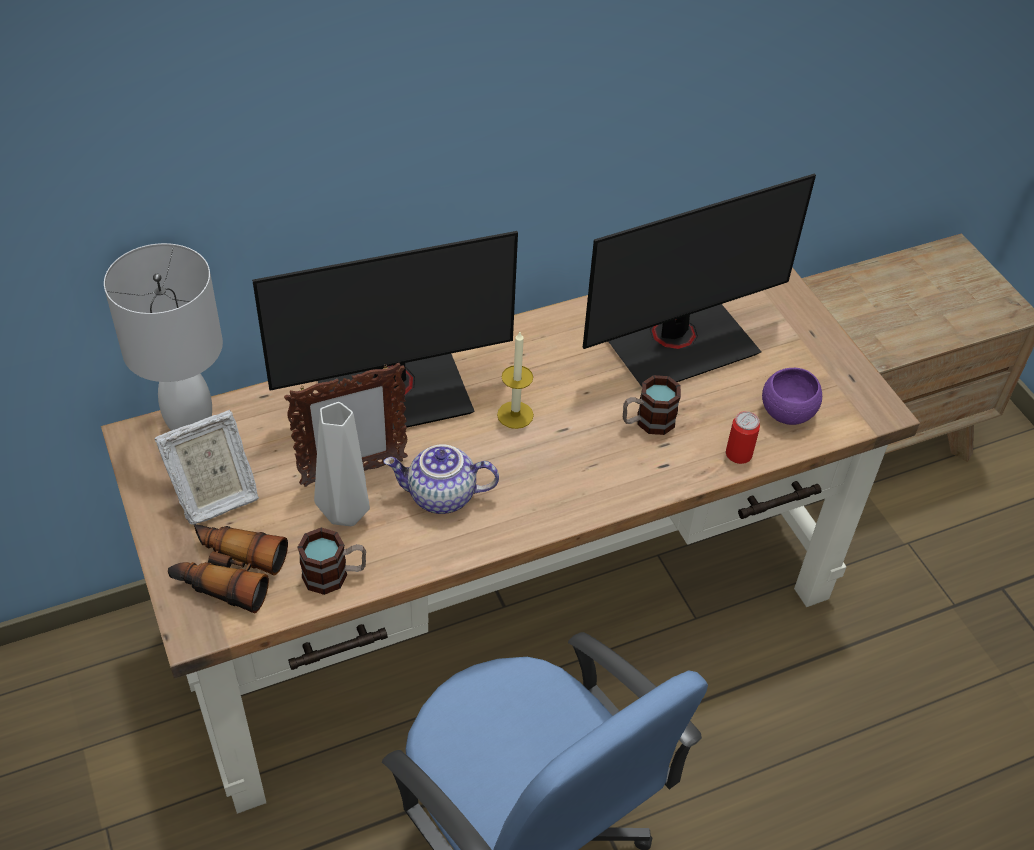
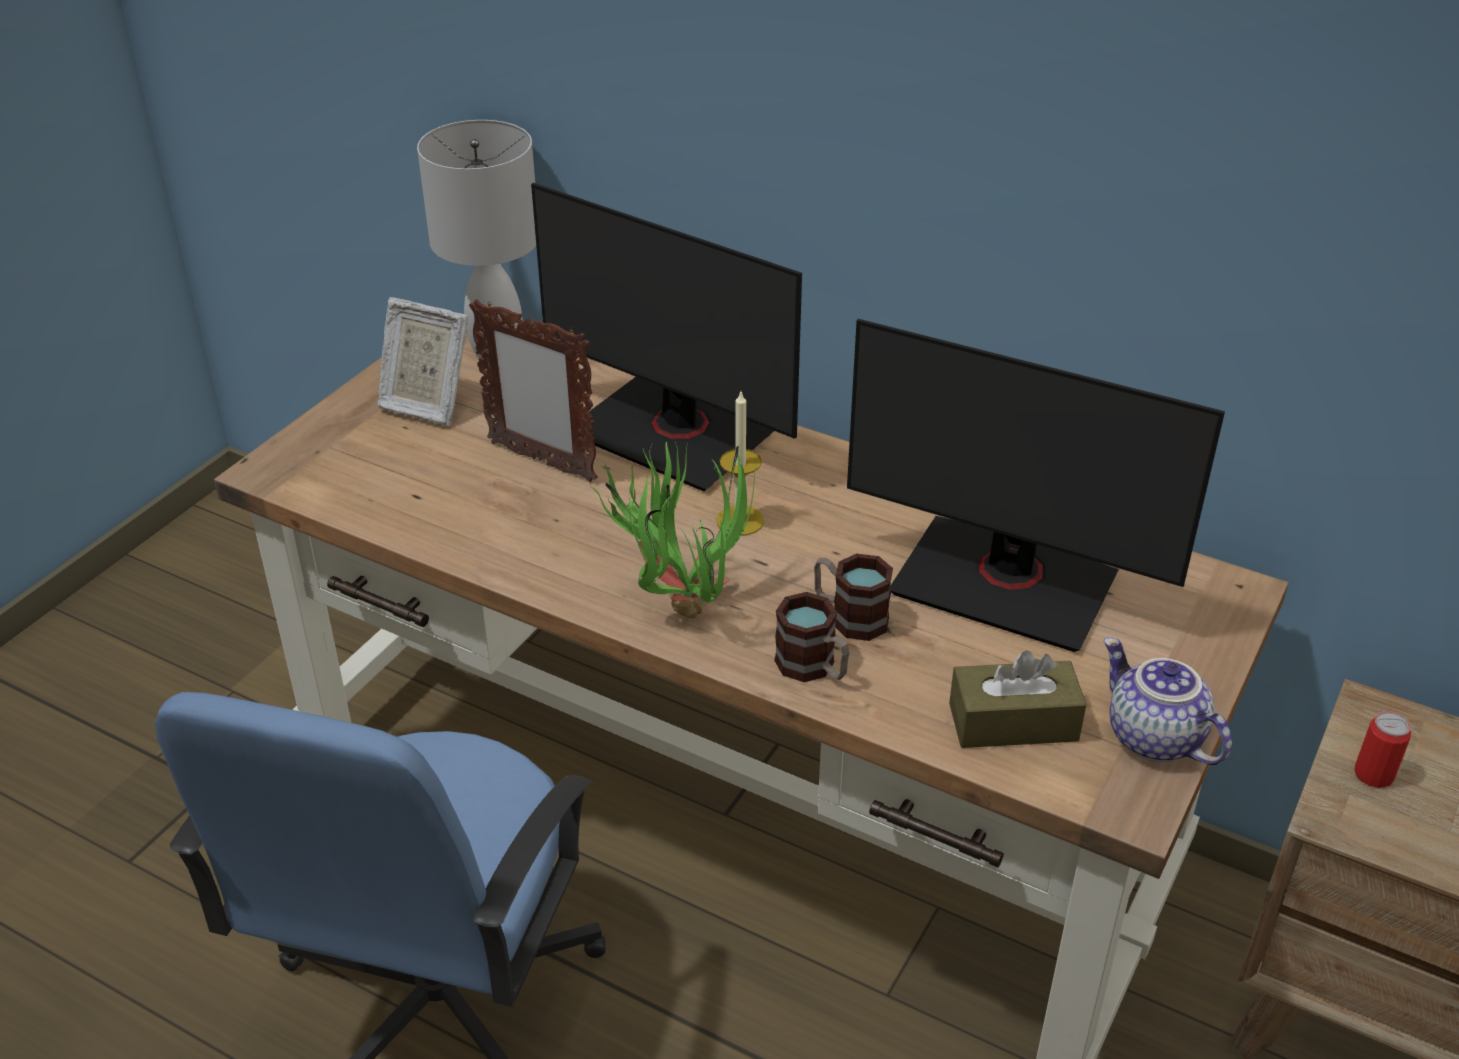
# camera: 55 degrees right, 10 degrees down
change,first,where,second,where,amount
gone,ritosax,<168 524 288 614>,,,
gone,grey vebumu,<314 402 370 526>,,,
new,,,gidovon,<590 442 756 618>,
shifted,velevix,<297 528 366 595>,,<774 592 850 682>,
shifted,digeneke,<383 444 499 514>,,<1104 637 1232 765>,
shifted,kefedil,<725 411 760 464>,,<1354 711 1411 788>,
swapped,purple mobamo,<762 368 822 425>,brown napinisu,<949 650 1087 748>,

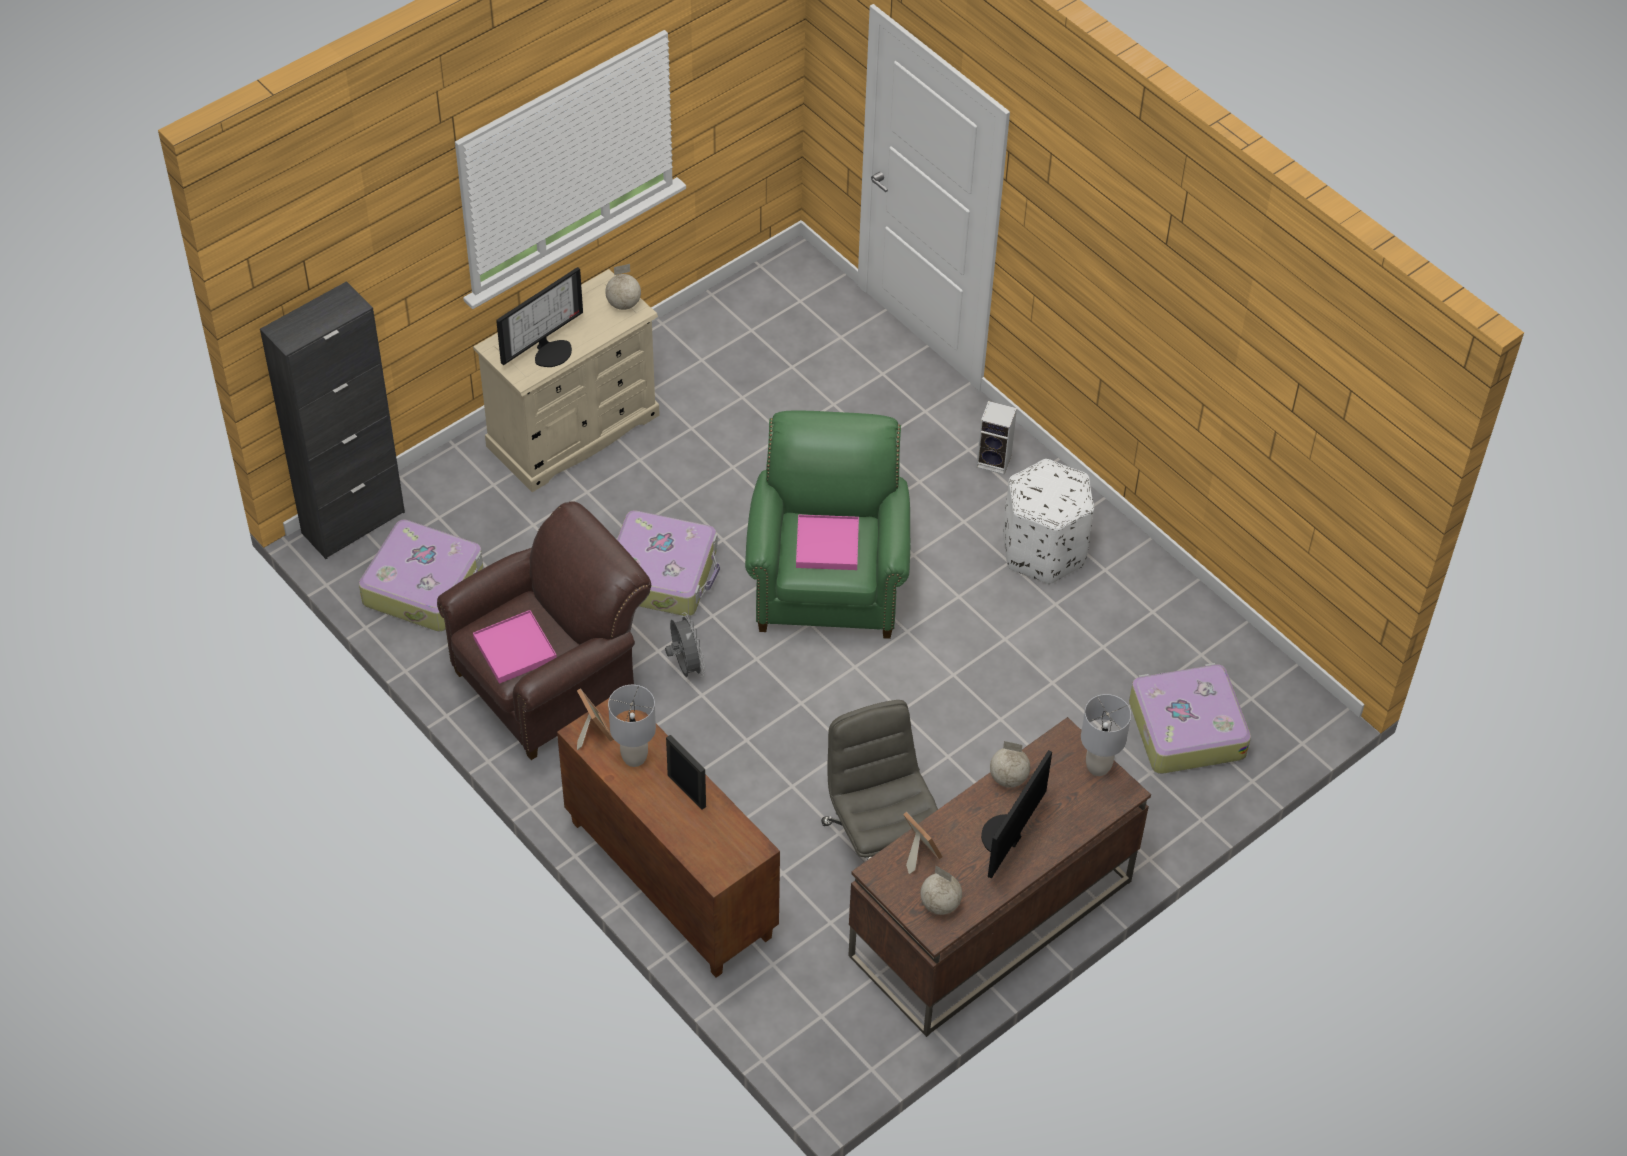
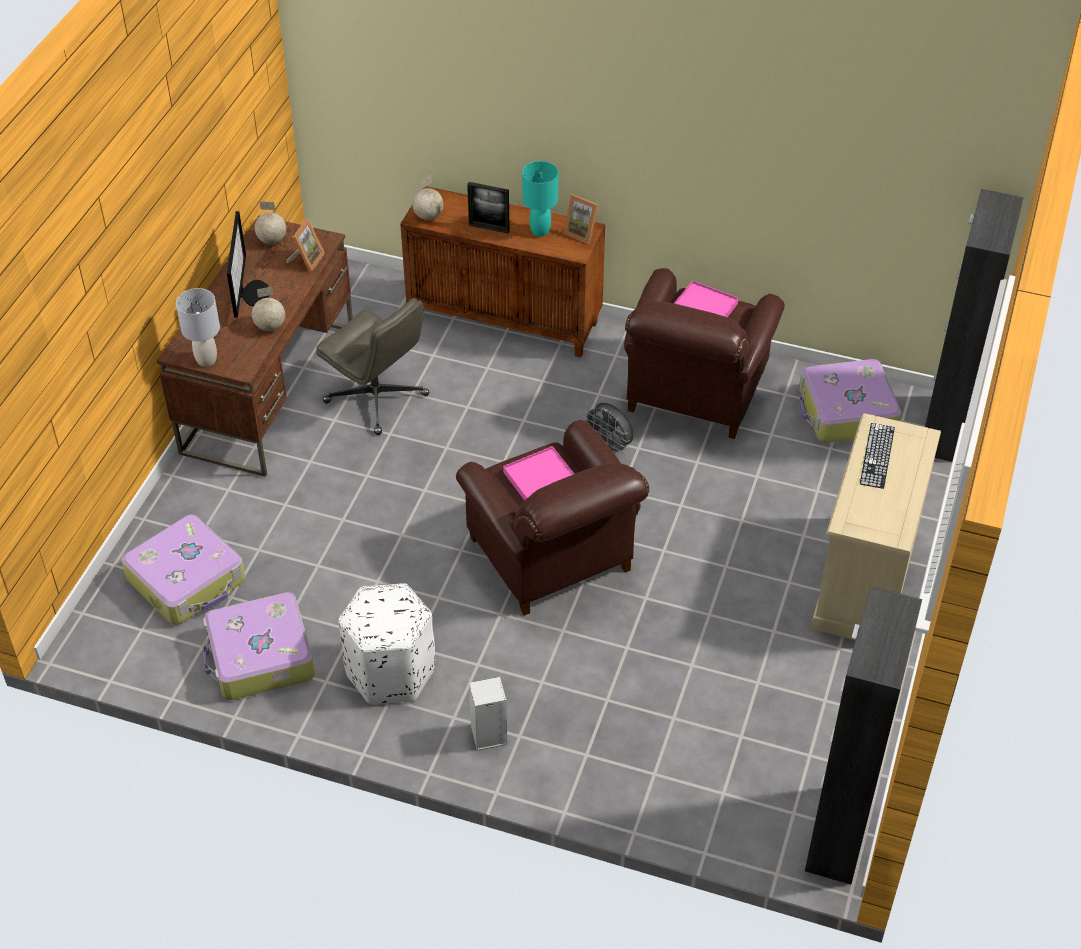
# camera: 150 degrees right, 5 degrees down
change,first,where,second,where,amount
new,,,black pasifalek,<805 586 922 884>,
shifted,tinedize,<605 264 641 310>,,<412 175 443 220>,
shifted,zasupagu,<617 510 720 616>,,<203 592 315 700>,
swapped,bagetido,<496 267 583 367>,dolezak,<860 423 895 489>,
repainted,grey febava,<608 685 656 767>,turquoise febava,<522 161 558 237>,
repainted,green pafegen,<745 410 910 639>,brown pafegen,<456 420 649 616>,
rotated,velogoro,<903 812 943 874>,,<286 219 325 272>,90 degrees counterclockwise

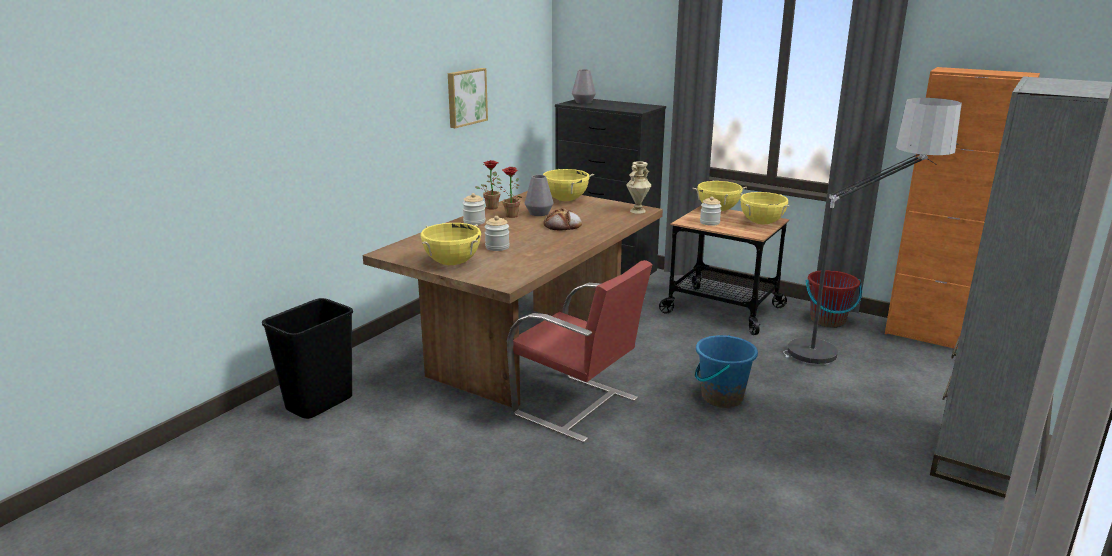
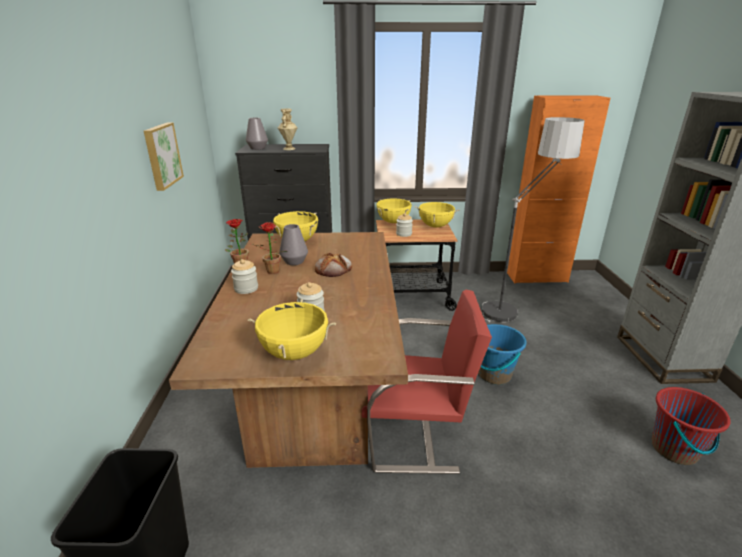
# camera: 35 degrees left, 5 degrees up
change,first,where,second,where,amount
shifted,beige vebumu,<626 161 651 214>,,<278 108 298 150>,
shifted,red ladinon,<806 270 862 328>,,<651 387 731 465>,

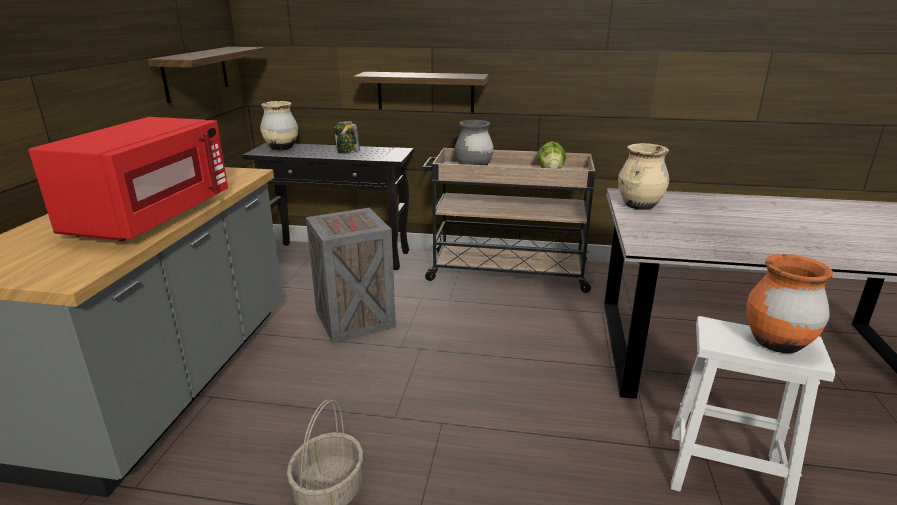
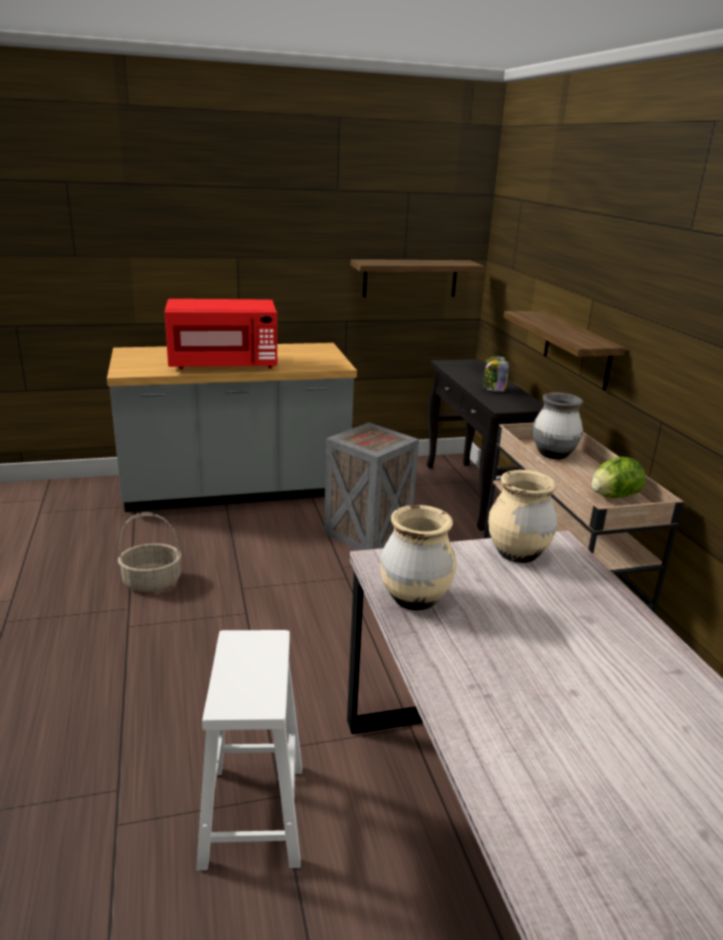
# camera: 65 degrees right, 0 degrees up
change,first,where,second,where,amount
gone,orange vebumu,<746 254 833 353>,,,
shifted,beige vebumu,<260 101 298 150>,,<380 505 456 610>,

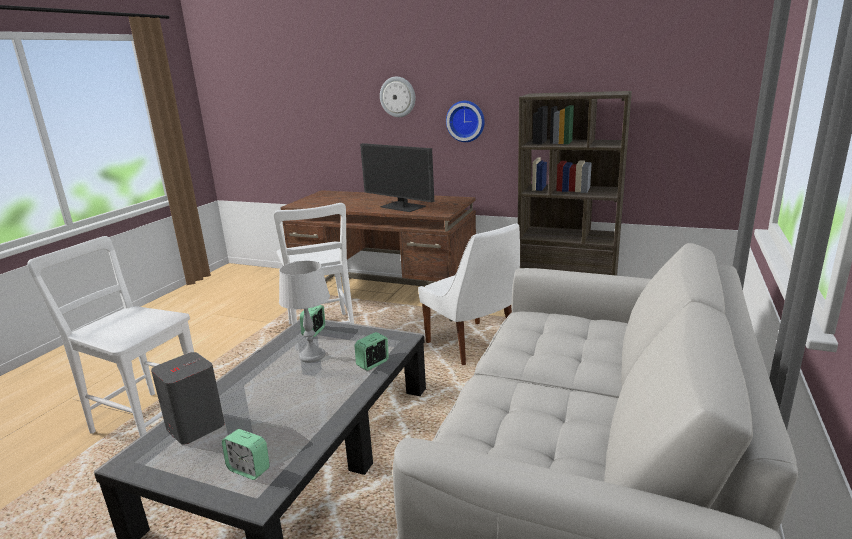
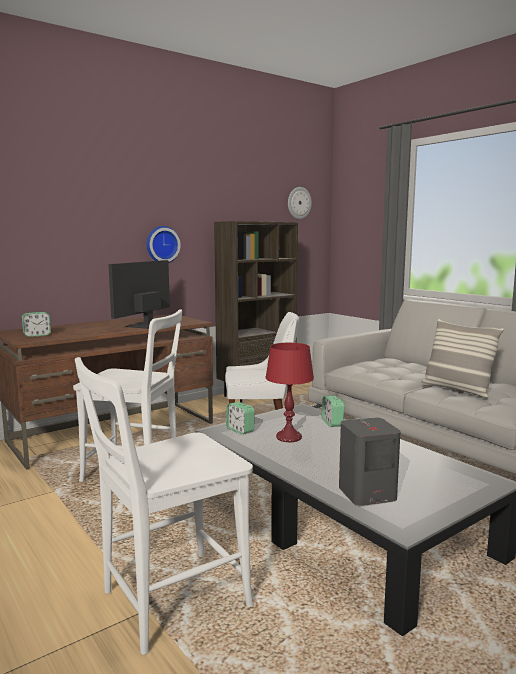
# camera: 60 degrees left, 10 degrees down
change,first,where,second,where,amount
new,,,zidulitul,<421 319 504 398>,
shifted,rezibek,<222 429 270 480>,,<22 312 51 337>,
shifted,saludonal,<380 77 415 117>,,<288 187 312 219>,
repainted,grey febava,<279 261 330 363>,red febava,<265 343 314 442>,
rotated,bagetido,<360 143 434 212>,,<108 260 170 329>,135 degrees clockwise

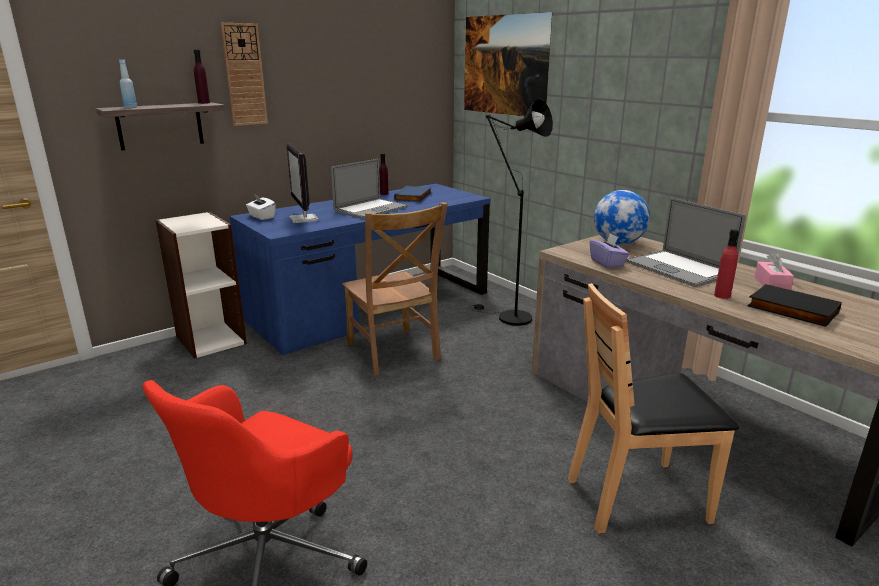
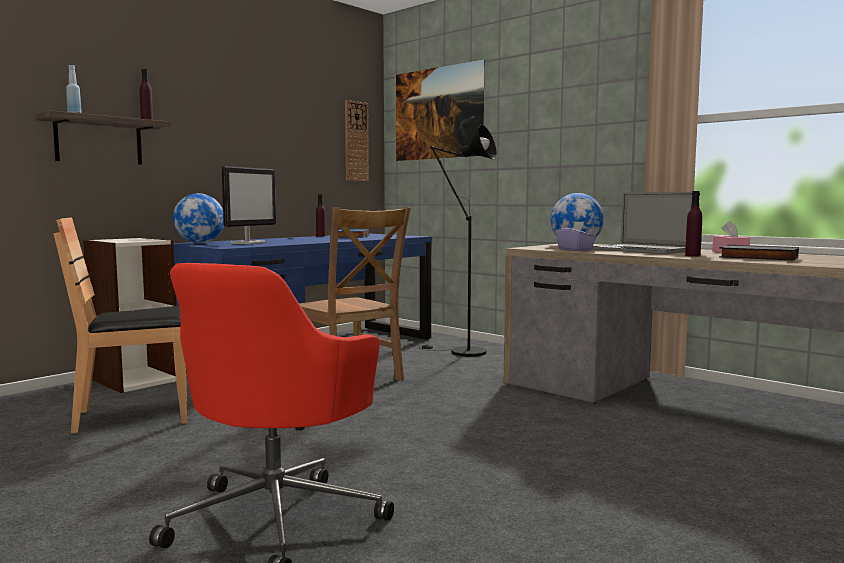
# camera: 10 degrees left, 15 degrees down
change,first,where,second,where,amount
gone,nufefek,<331 159 408 219>,,,
shifted,saludonal,<221 23 268 126>,,<345 100 369 181>,
shifted,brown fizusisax,<568 283 739 533>,,<54 217 187 434>,
swapped,white napinisu,<246 194 276 220>,tinedize,<173 193 224 243>,
repainted,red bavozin,<714 229 739 299>,purple bavozin,<685 191 702 256>,
rotated,bagetido,<287 144 319 223>,,<222 166 276 245>,120 degrees counterclockwise

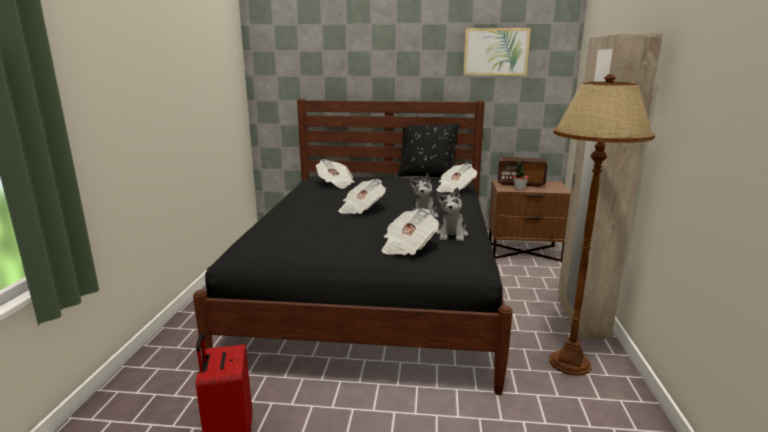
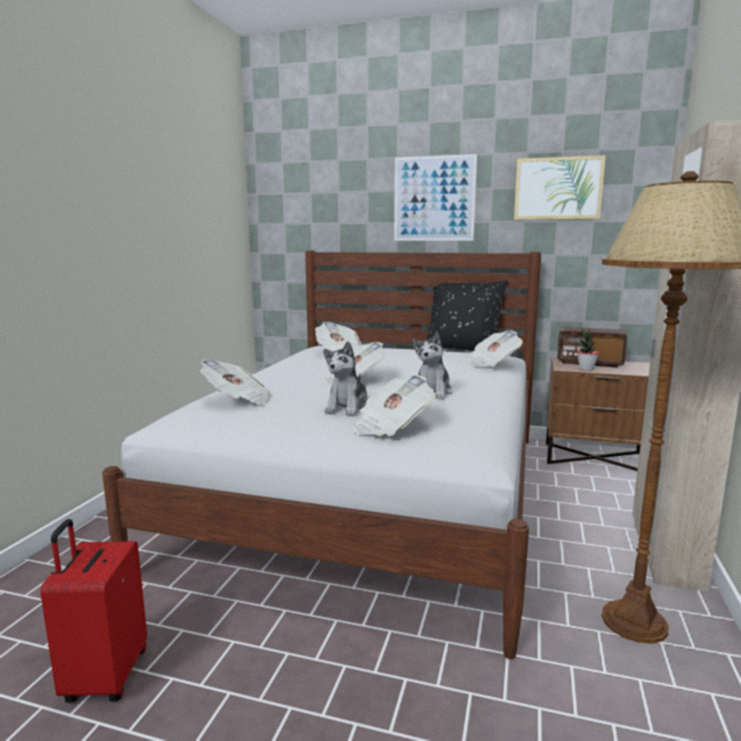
# camera: 10 degrees right, 5 degrees down
change,first,where,second,where,amount
new,,,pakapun,<200 359 270 405>,
new,,,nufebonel,<394 154 477 241>,
shifted,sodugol,<436 187 468 242>,,<324 341 367 416>,
repainted,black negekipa,<193 99 513 395>,white negekipa,<102 250 541 659>,

